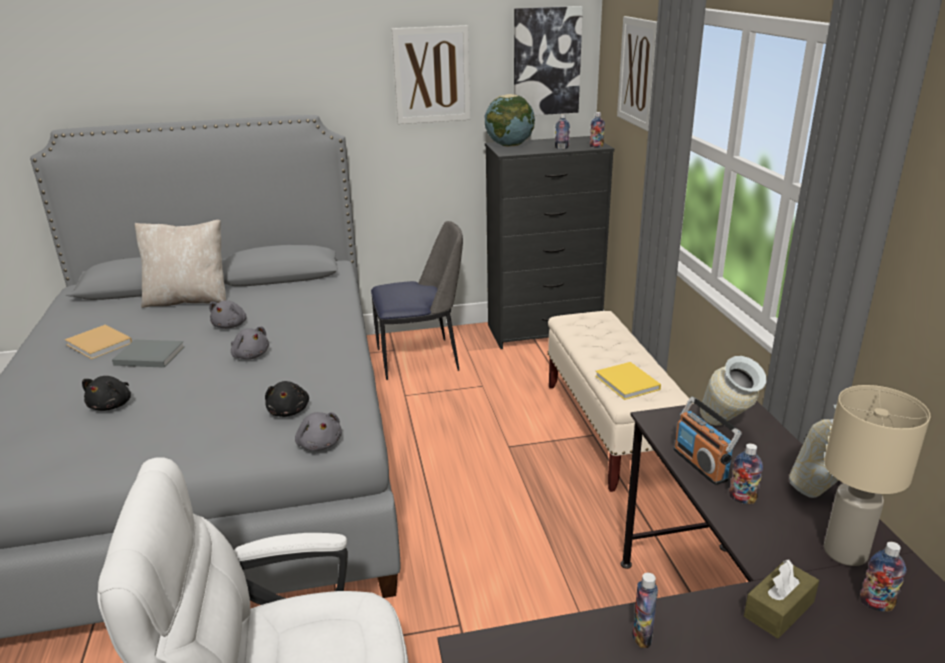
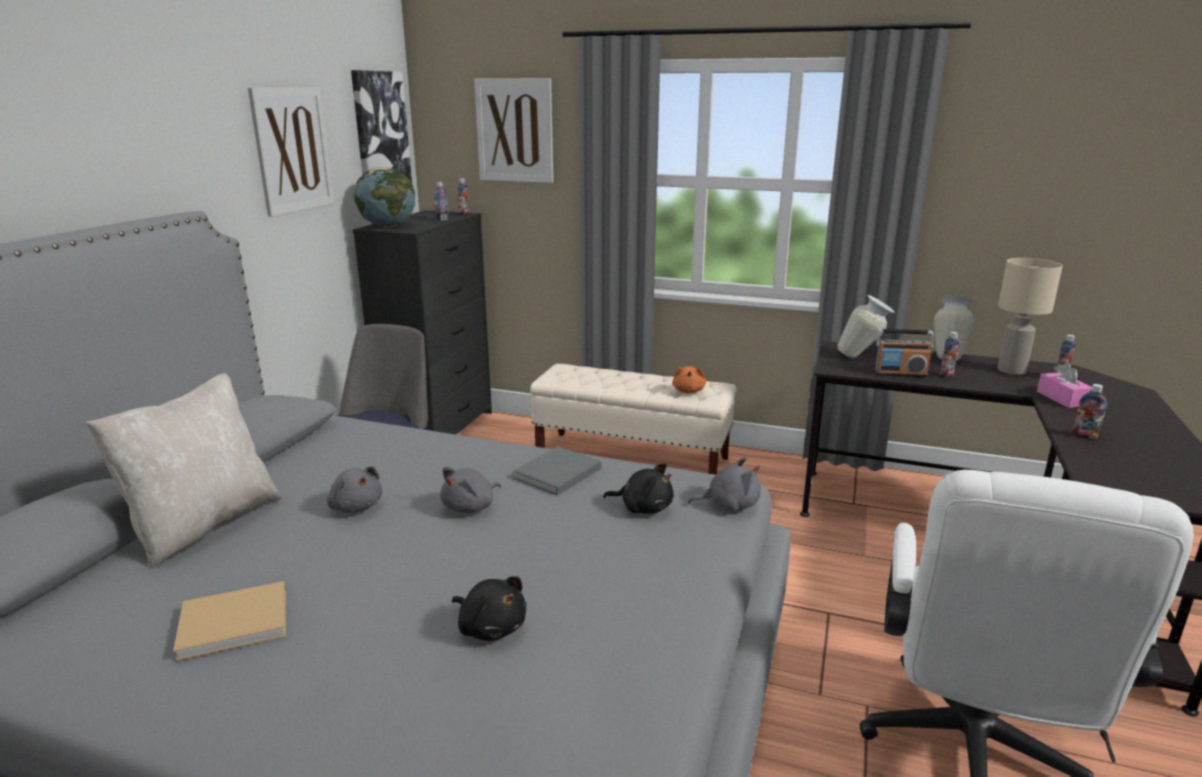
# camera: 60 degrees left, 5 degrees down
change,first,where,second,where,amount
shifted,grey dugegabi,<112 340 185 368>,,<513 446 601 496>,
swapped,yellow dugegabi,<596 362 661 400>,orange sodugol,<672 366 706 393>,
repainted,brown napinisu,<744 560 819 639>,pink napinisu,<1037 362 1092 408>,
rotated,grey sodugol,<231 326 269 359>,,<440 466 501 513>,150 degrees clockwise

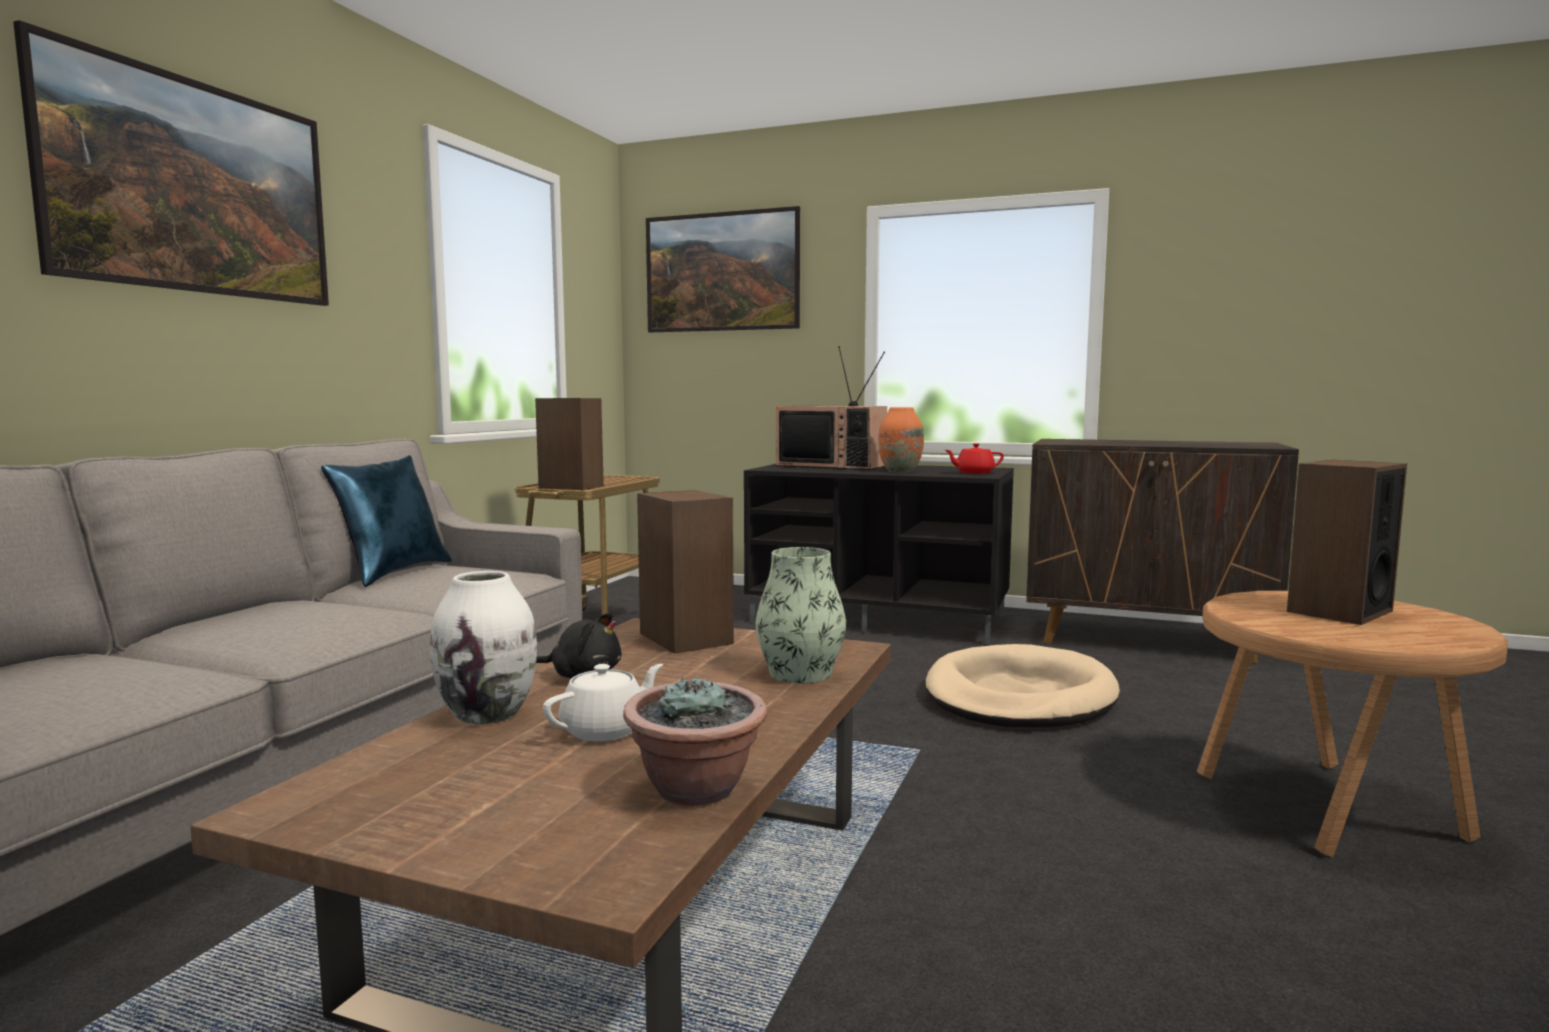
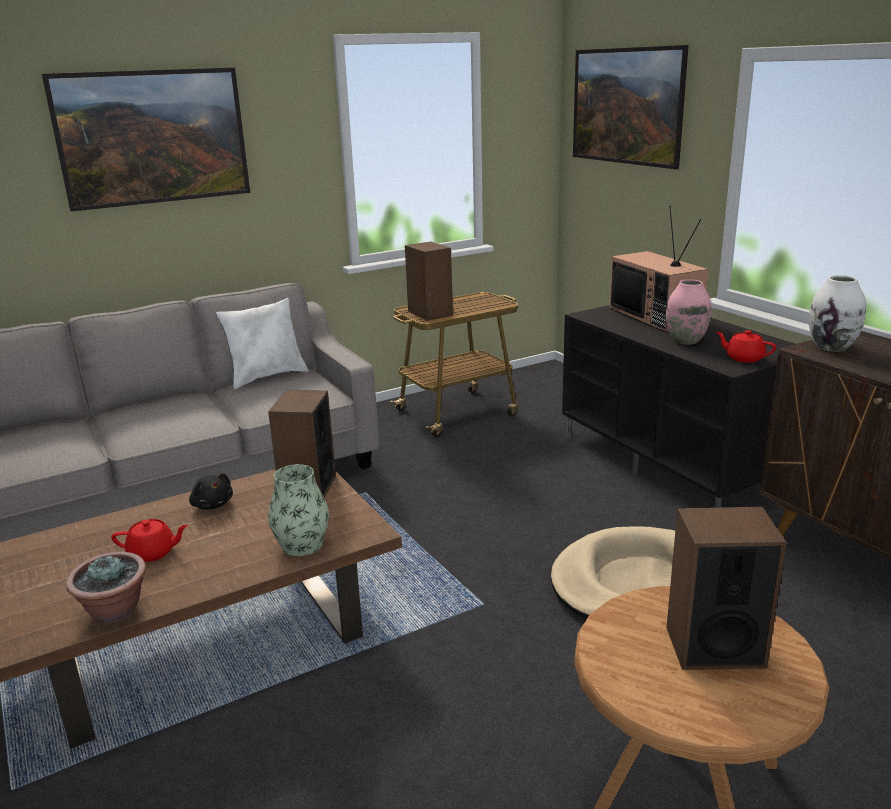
# camera: 40 degrees right, 15 degrees up
change,first,where,second,where,amount
shifted,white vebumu,<430 571 537 725>,,<809 275 866 352>,
repainted,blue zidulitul,<321 455 452 587>,white zidulitul,<216 298 309 389>,
repainted,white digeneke,<543 664 663 741>,red digeneke,<111 519 188 562>,
repainted,orange vebumu,<878 407 924 472>,pink vebumu,<666 279 711 345>,

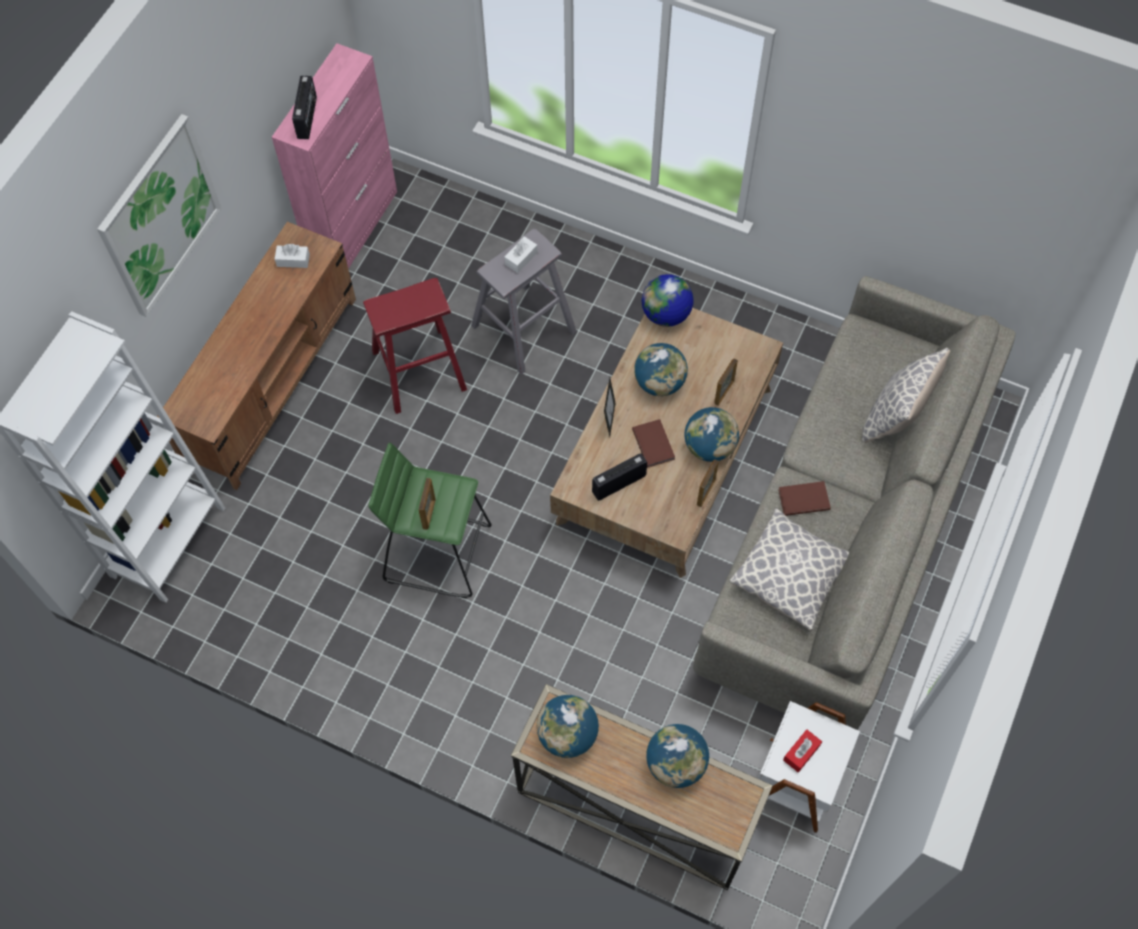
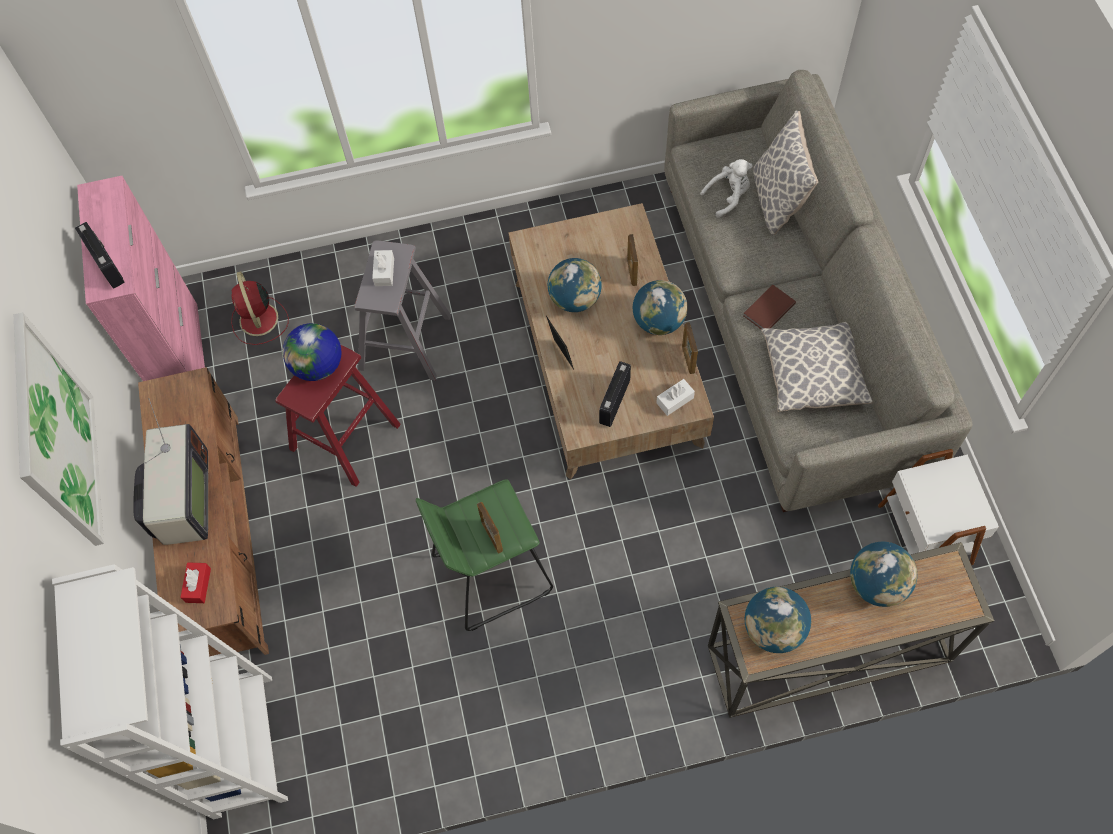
# camera: 35 degrees left, 0 degrees up
change,first,where,second,where,amount
gone,brown dugegabi,<632 419 675 467>,,,
new,,,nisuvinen,<133 398 208 545>,
new,,,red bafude,<231 271 289 345>,
new,,,white sodugol,<700 159 753 218>,
shifted,white napinisu,<274 244 310 268>,,<656 379 695 416>,
shifted,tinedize,<642 274 693 327>,,<283 323 342 381>,
shifted,red napinisu,<783 729 822 772>,,<180 562 211 603>,

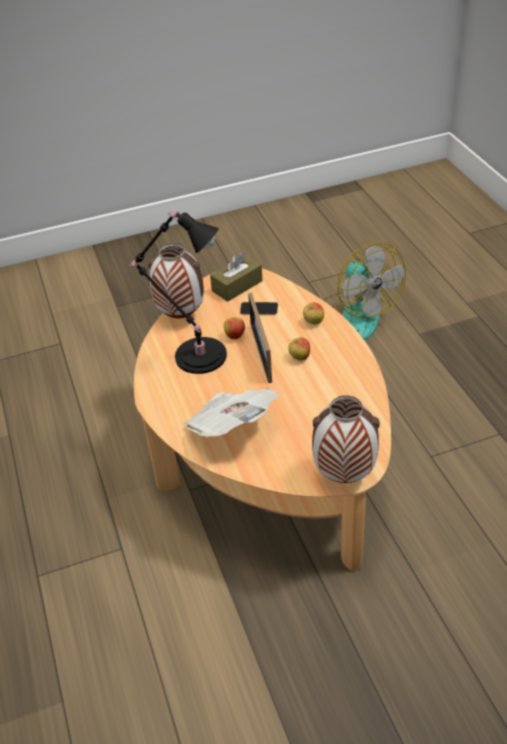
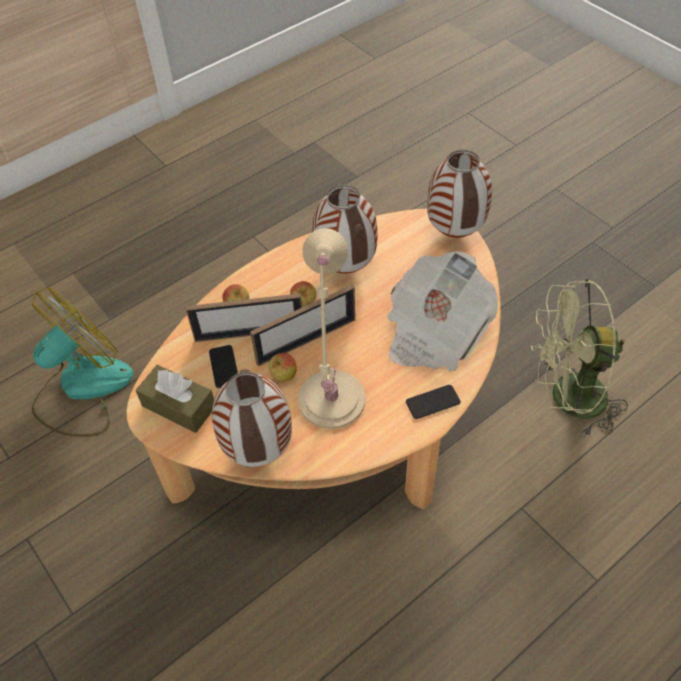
# camera: 110 degrees left, 10 degrees up
change,first,where,second,where,amount
new,,,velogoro,<186 293 302 342>,
new,,,vebumu,<312 185 378 274>,
new,,,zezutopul,<406 385 461 419>,
new,,,green bafude,<531 279 628 438>,
repainted,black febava,<128 210 227 374>,beige febava,<298 228 365 429>,

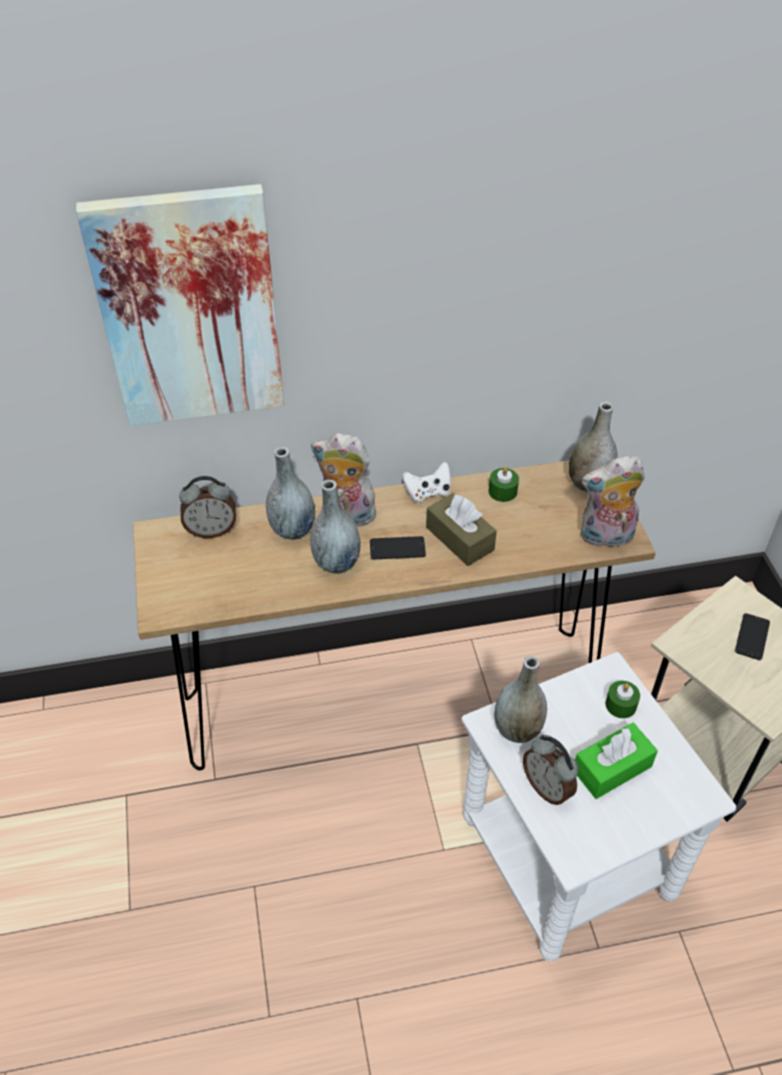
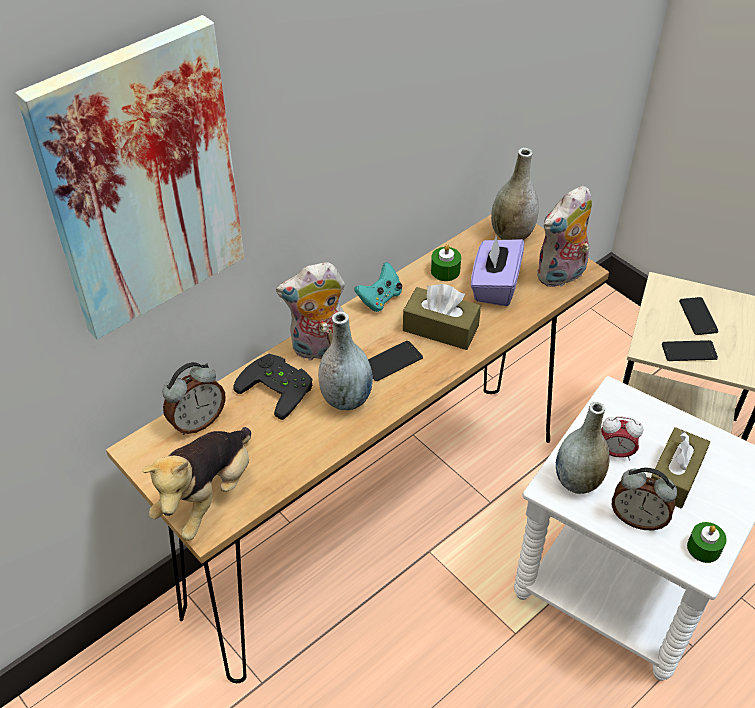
# camera: 30 degrees left, 0 degrees up
change,first,where,second,where,amount
new,,,sodugol,<142 427 251 541>,
new,,,purple napinisu,<471 236 524 306>,
new,,,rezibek,<601 416 643 460>,
new,,,zezutopul,<662 340 718 361>,
shifted,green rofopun,<605 681 640 718>,,<687 522 727 563>,
swapped,grey vebumu,<266 447 315 540>,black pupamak,<233 354 313 420>,
repainted,white pupamak,<402 462 451 503>,turquoise pupamak,<354 262 402 312>,
repainted,green napinisu,<575 723 658 799>,brown napinisu,<651 427 710 508>,

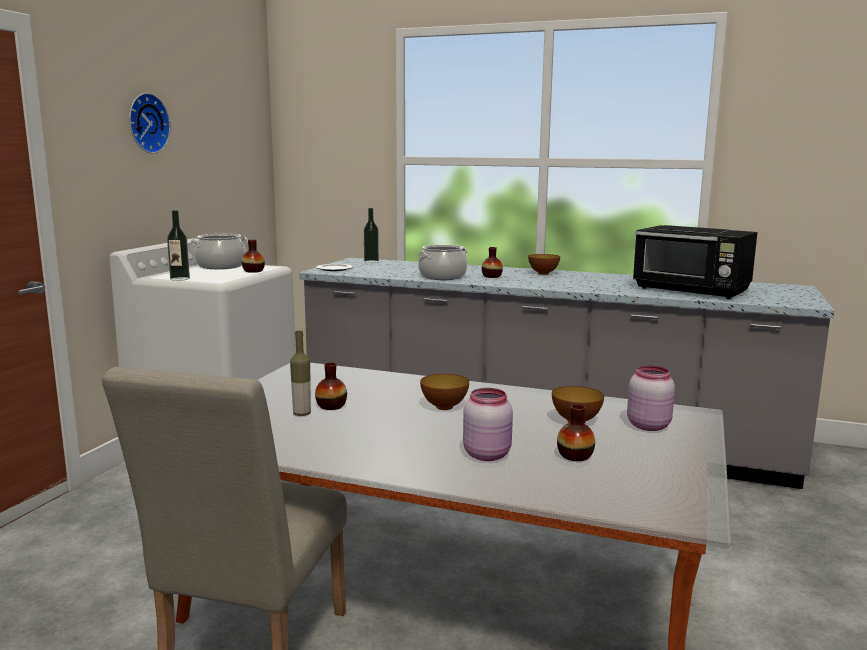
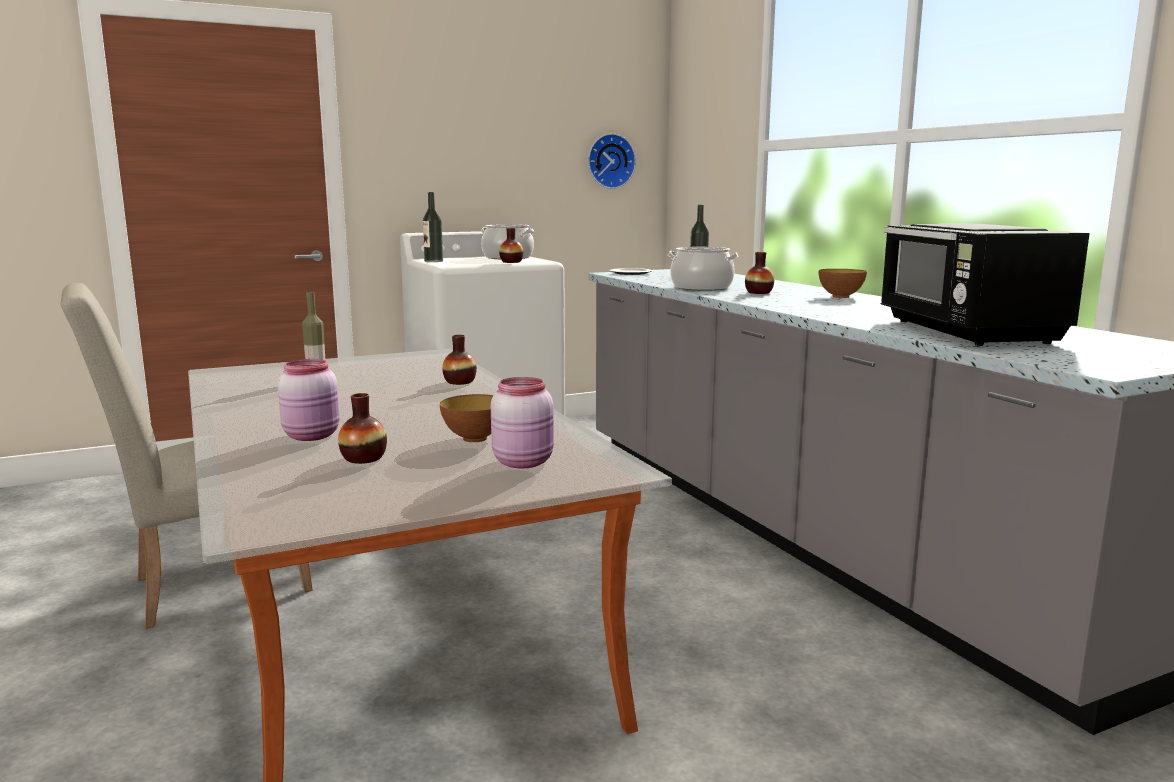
# camera: 45 degrees right, 0 degrees up
change,first,where,second,where,amount
gone,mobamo,<420 374 469 410>,,,
shifted,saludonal,<129 93 171 154>,,<588 134 636 189>,
shifted,vebumu,<315 363 347 410>,,<442 335 477 385>,

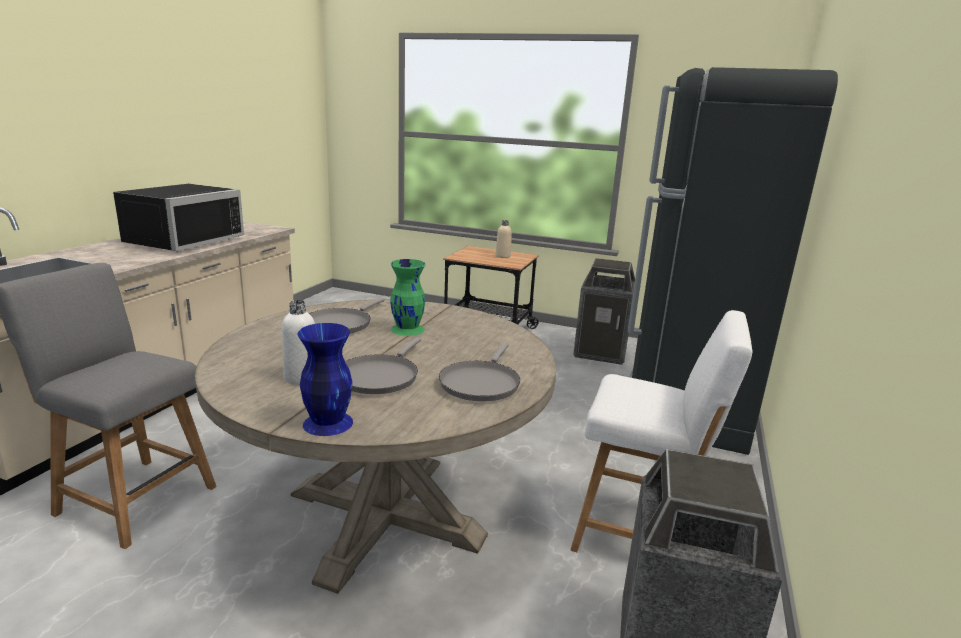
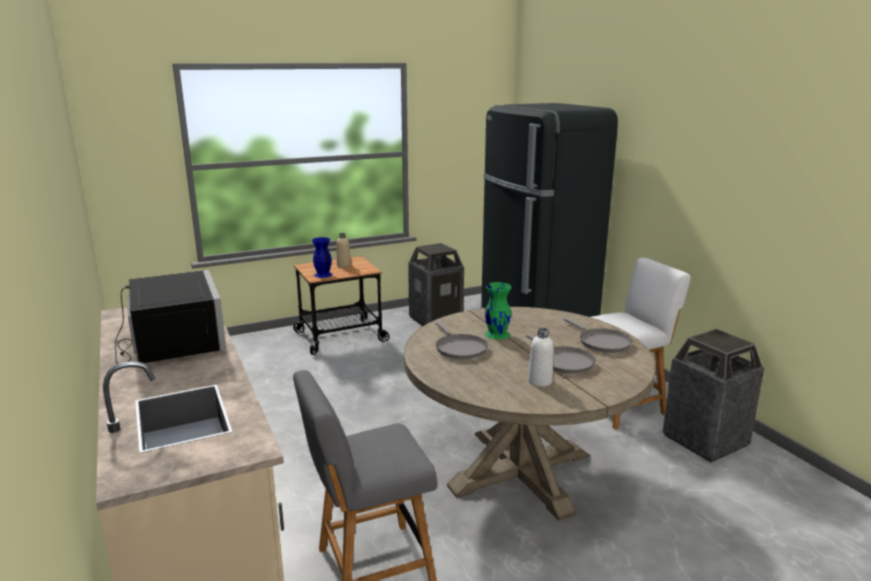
# camera: 45 degrees left, 0 degrees up
change,first,where,second,where,amount
shifted,blue vebumu,<298 323 353 436>,,<312 237 332 278>,

